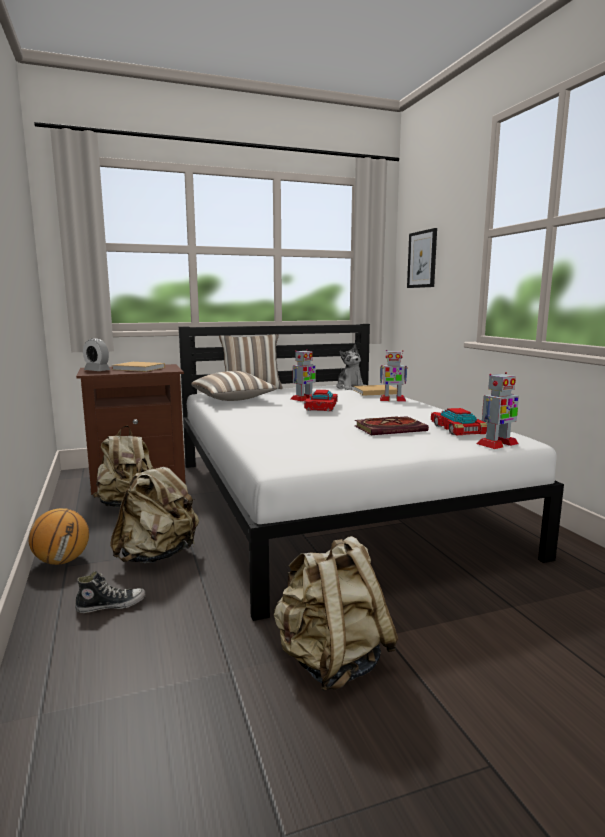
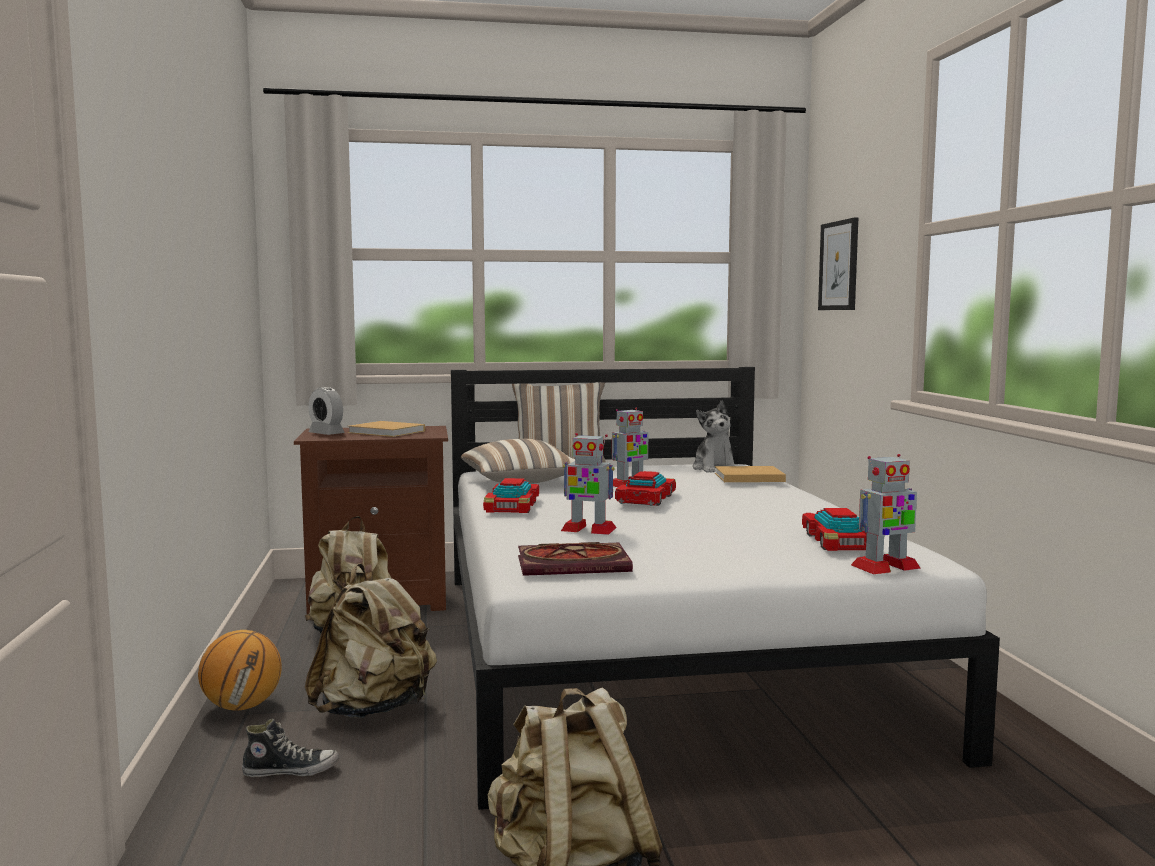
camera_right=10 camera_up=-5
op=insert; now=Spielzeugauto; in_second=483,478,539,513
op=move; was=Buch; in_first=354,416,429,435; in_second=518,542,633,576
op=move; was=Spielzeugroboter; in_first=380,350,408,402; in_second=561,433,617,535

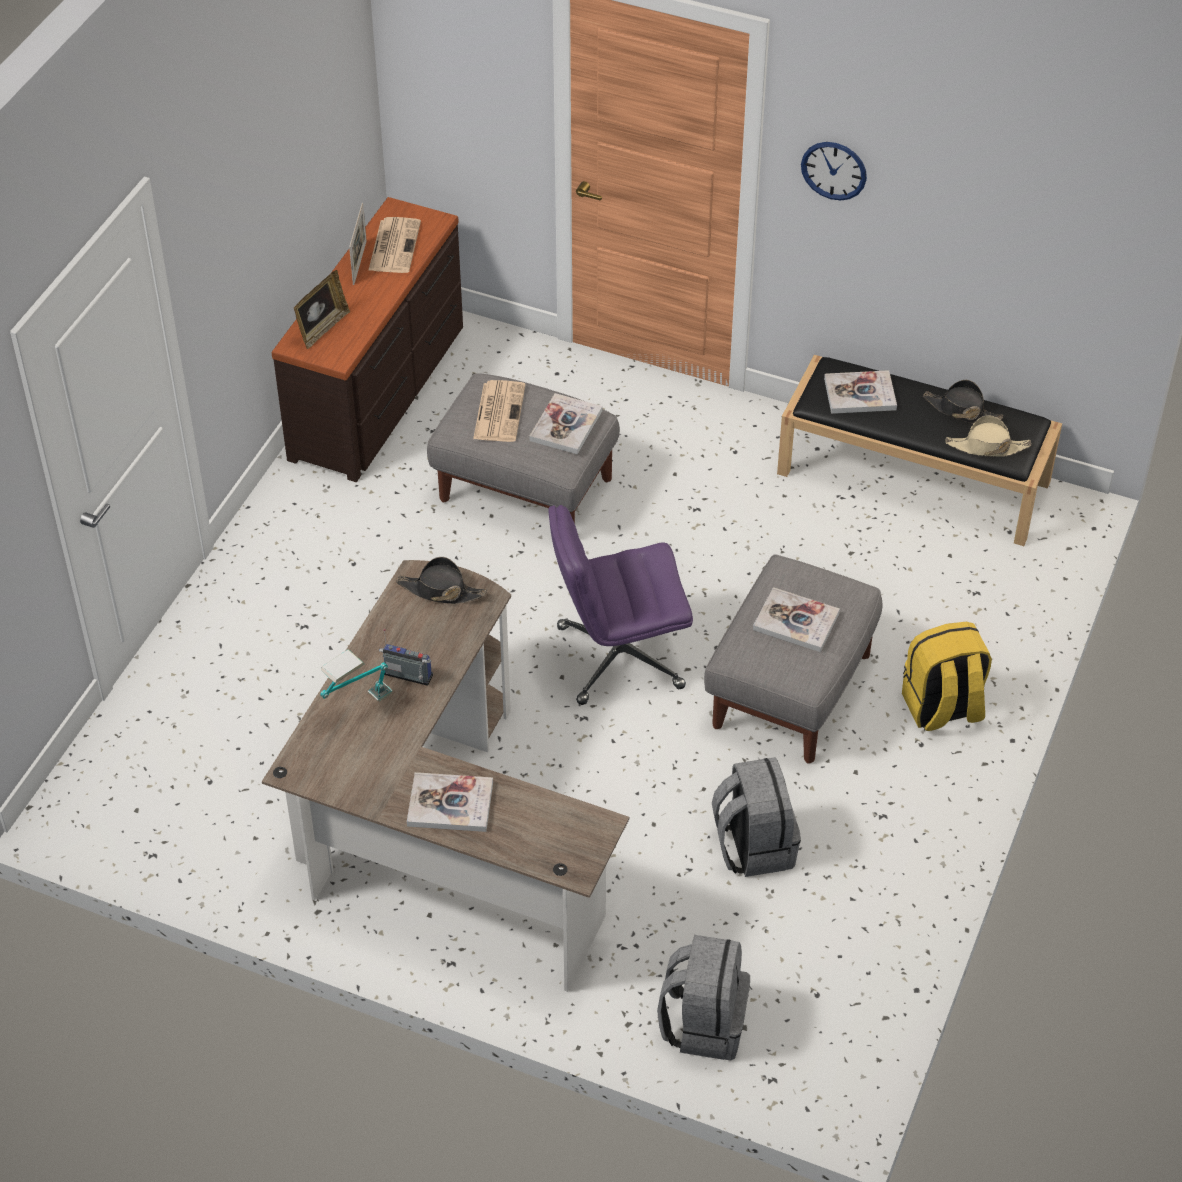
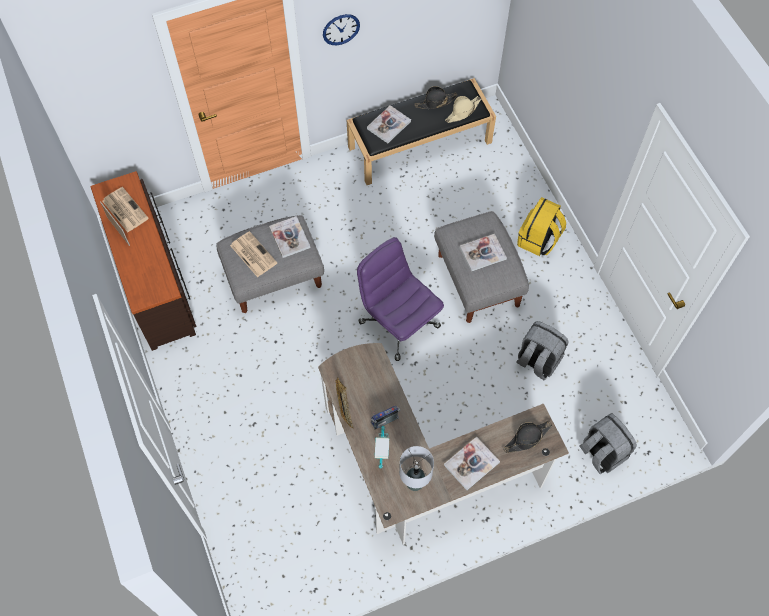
camera_right=-45 camera_up=15
op=move; was=Bilderrahmen; in_first=294,270,350,349; in_second=335,377,354,429
op=rotate; was=Bürostuhl (lila); in_first=548,505,693,705; in_second=357,237,444,361; clockwise=105
op=insert; now=Tischlampe (grau); in_second=399,446,434,491
op=move; was=Hut (schwarz); in_first=396,557,487,604; in_second=503,421,552,453

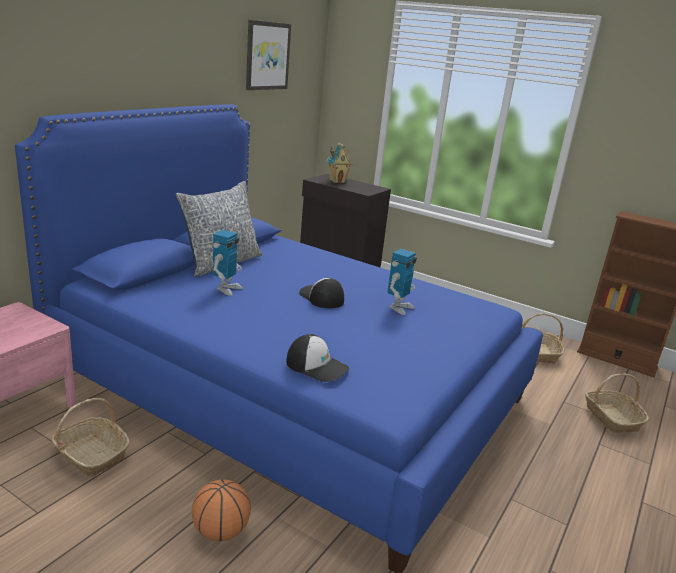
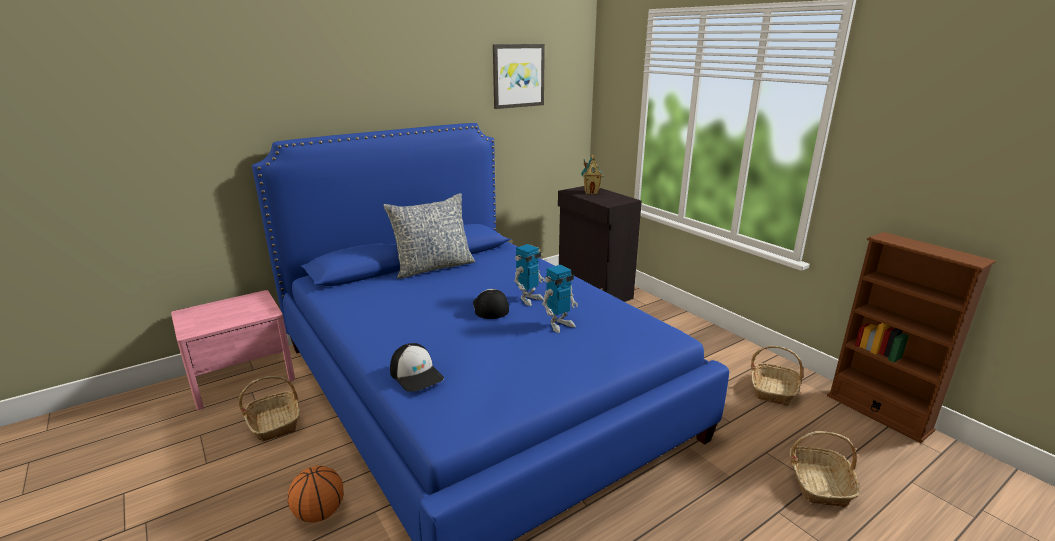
camera_right=25 camera_up=0
op=move; was=Spielzeugroboter; in_first=213,230,243,296; in_second=514,244,545,306

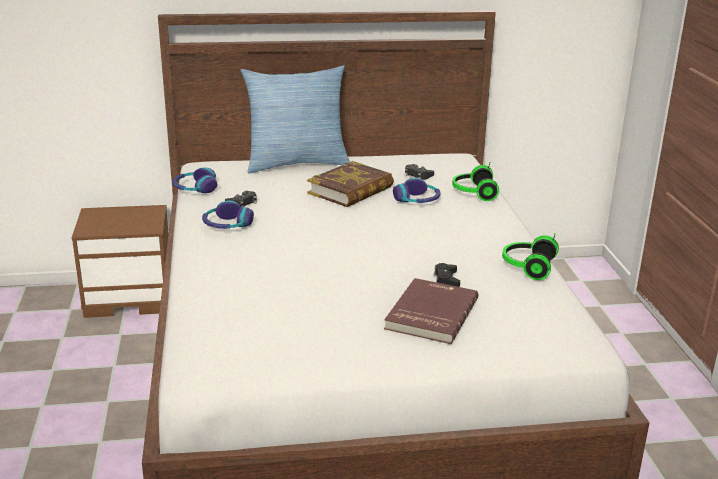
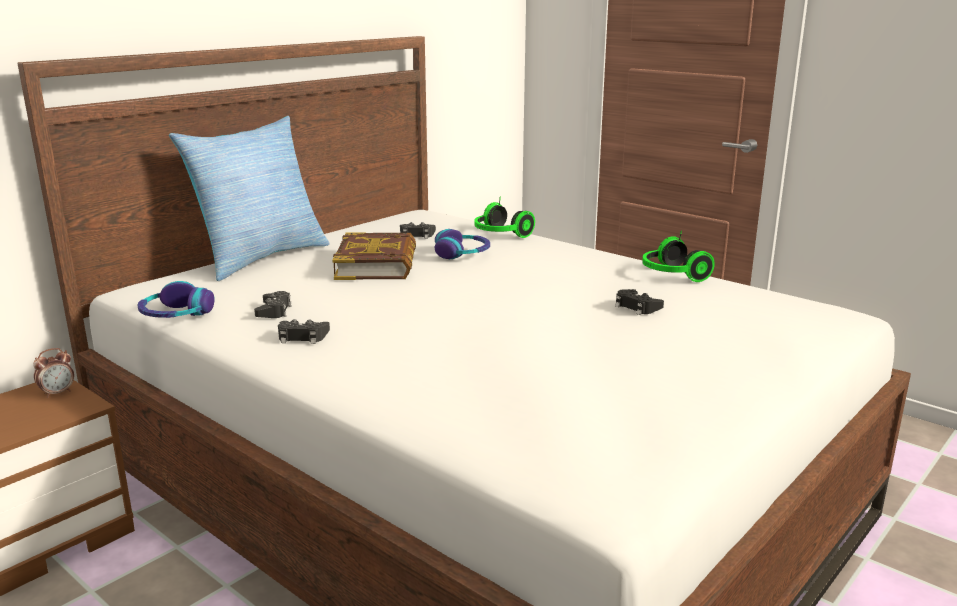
camera_right=-40 camera_up=-5
op=insert; now=Wecker; in_second=33,348,74,398
op=replace; was=Kopfhörer; now=Gamepad (schwarz); in_first=202,201,254,229; in_second=278,319,330,344
op=delete; was=Buch (rot); in_first=384,278,478,344

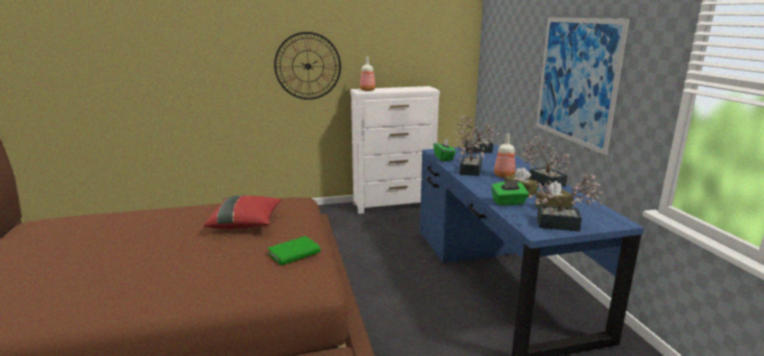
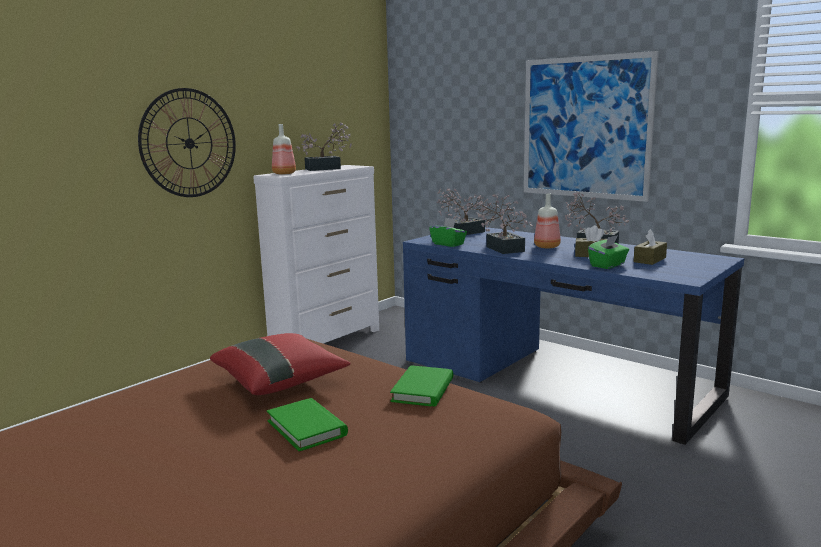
camera_right=-35 camera_up=-5
op=insert; now=Buch (grün); in_second=267,398,348,451
op=move; was=Topfpflanze; in_first=529,175,603,232; in_second=296,123,352,171

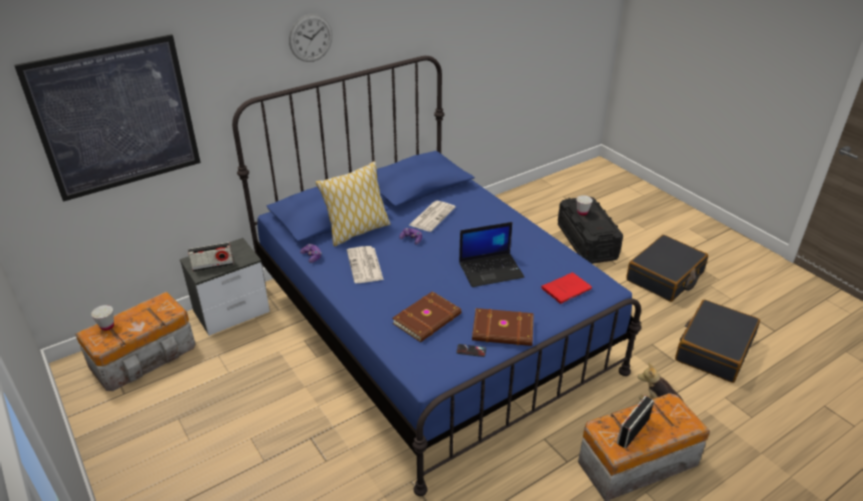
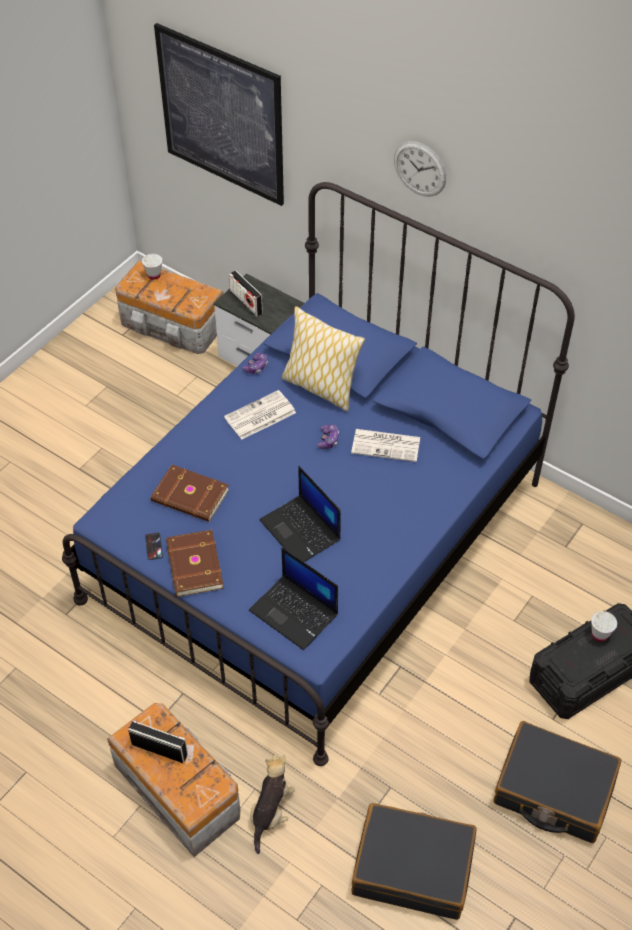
camera_right=70 camera_up=15
op=replace; was=Buch (rot); now=Laptop; in_first=541,272,592,304; in_second=249,547,338,650

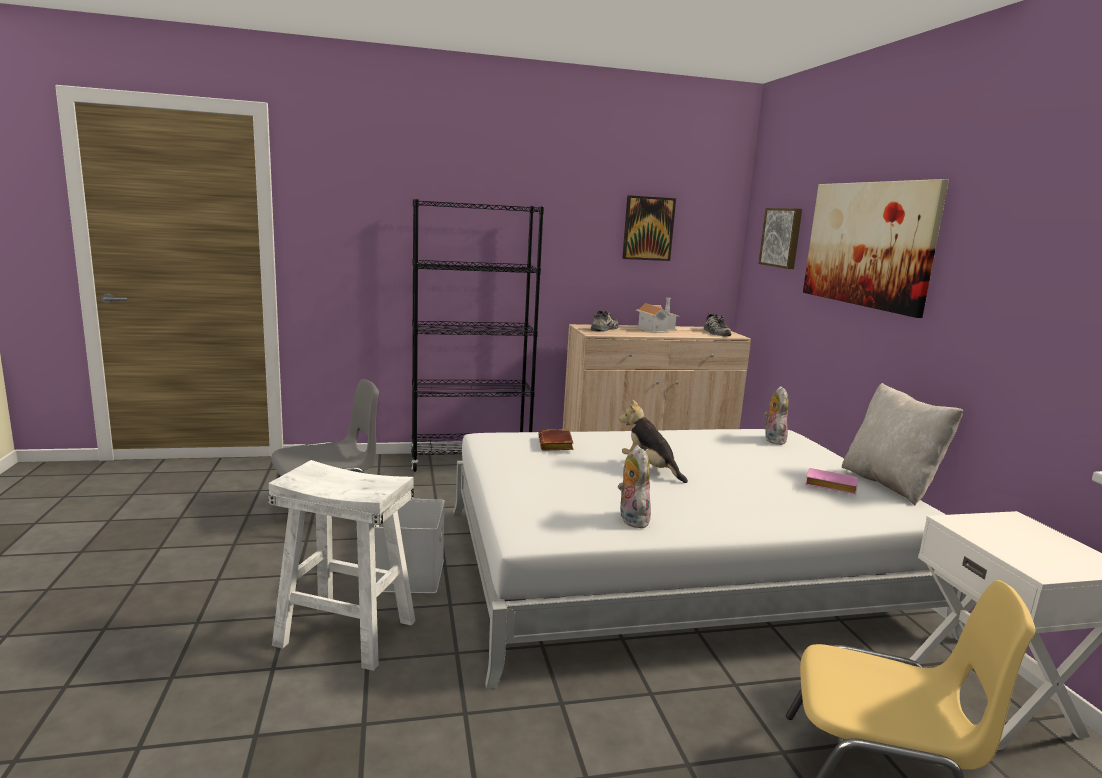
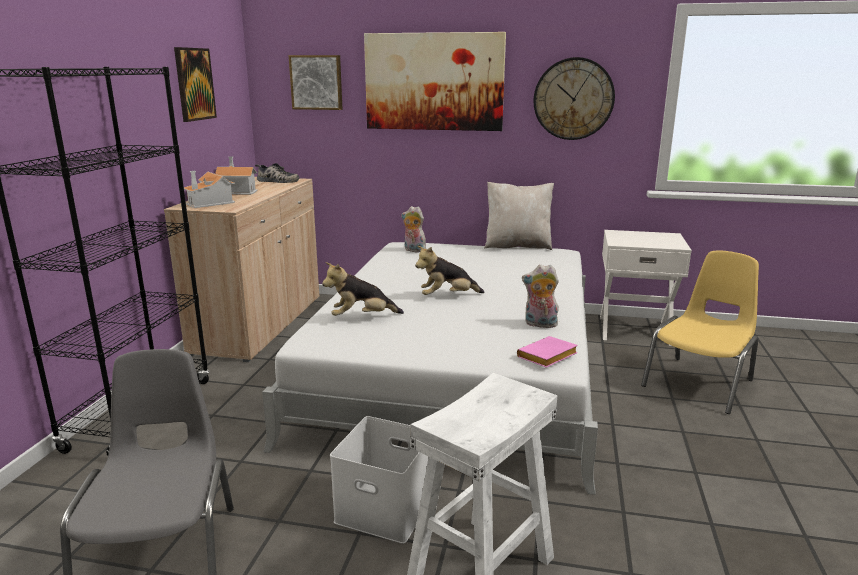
camera_right=-65 camera_up=5
op=replace; was=Schuh; now=Spielzeughaus; in_first=591,310,618,332; in_second=184,171,235,208
op=replace; was=Buch (braun); now=Plüschtier; in_first=538,429,573,451; in_second=322,262,404,316
op=move; was=Buch (rosa); in_first=805,468,858,494; in_second=517,336,578,368
op=insert; now=Wanduhr; in_second=533,57,615,140

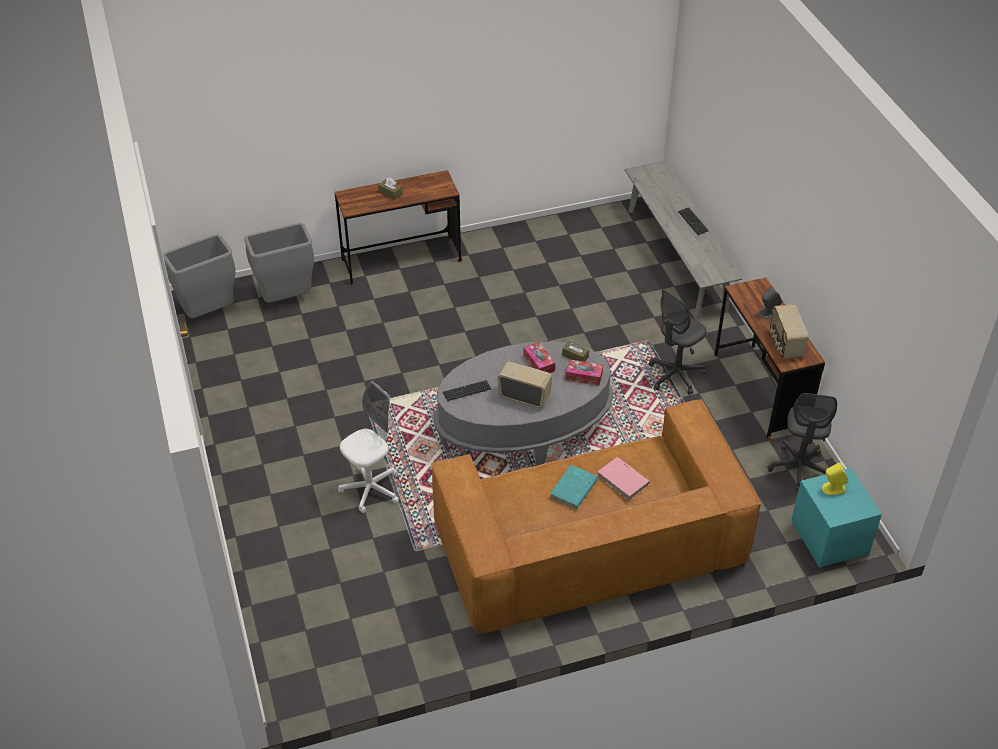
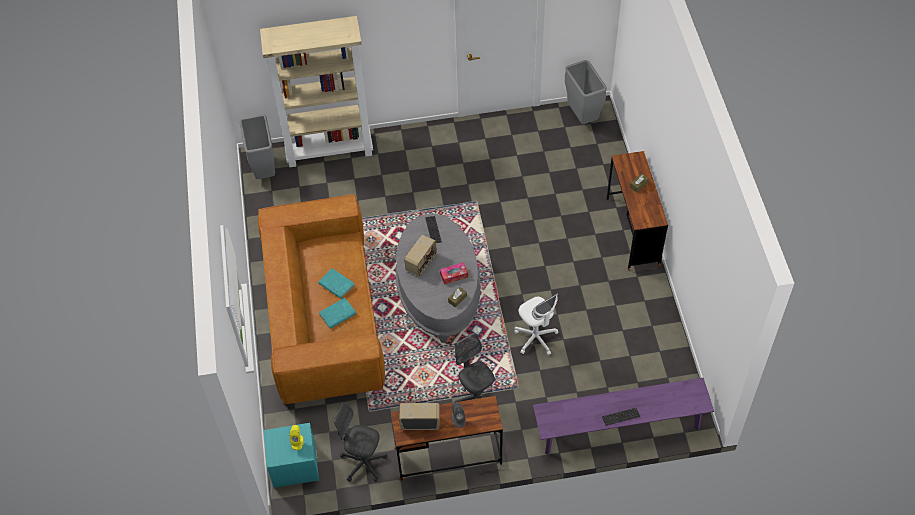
camera_right=100 camera_up=10
op=move; was=Mülleimer (grau); in_first=244,223,314,303; in_second=240,114,275,179
op=insert; now=Bücherregal (beige); in_second=260,16,373,167
op=recolor; was=Buch (rosa); now=Buch (türkis); in_first=597,457,650,501; in_second=319,298,356,329
op=move; was=Bürostuhl (weiß); in_first=338,381,399,513; in_second=514,293,559,355
op=recolor; was=Bank (grau); now=Bank (lila); in_first=625,161,743,319; in_second=533,378,714,455
op=delete; was=Taschentuchbox; in_first=565,359,603,386

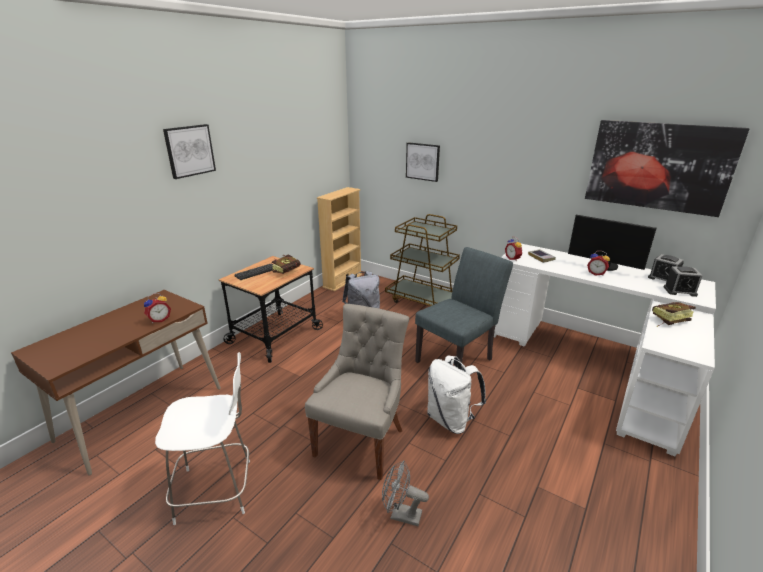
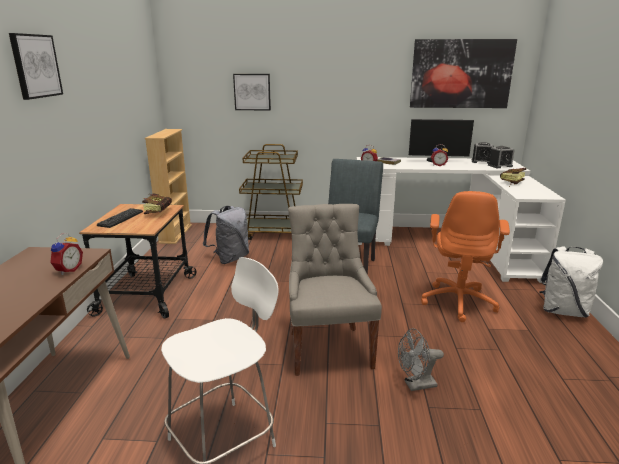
camera_right=-30 camera_up=-5
op=insert; now=Bürostuhl (orange); in_second=421,191,510,322
op=move; was=Rucksack (weiß); in_first=427,355,486,434; in_second=539,246,603,317

